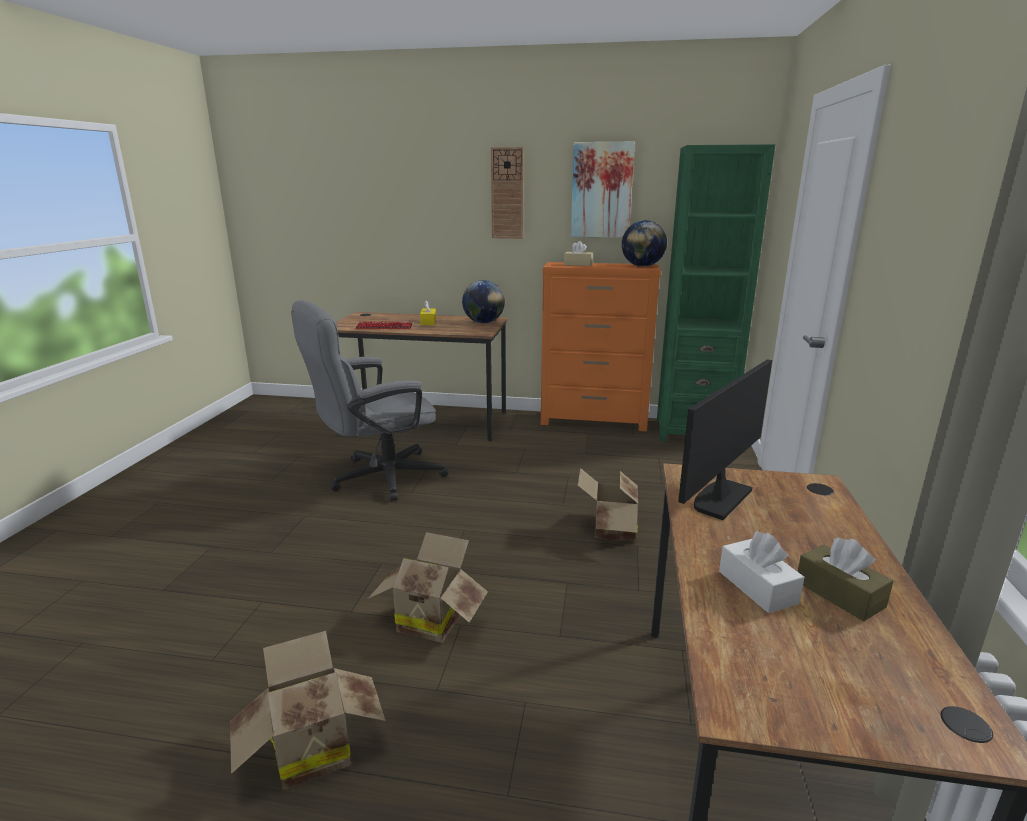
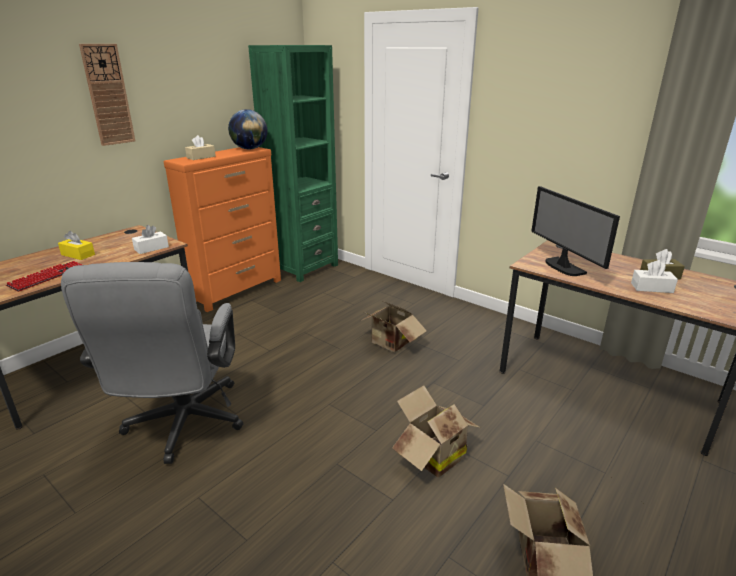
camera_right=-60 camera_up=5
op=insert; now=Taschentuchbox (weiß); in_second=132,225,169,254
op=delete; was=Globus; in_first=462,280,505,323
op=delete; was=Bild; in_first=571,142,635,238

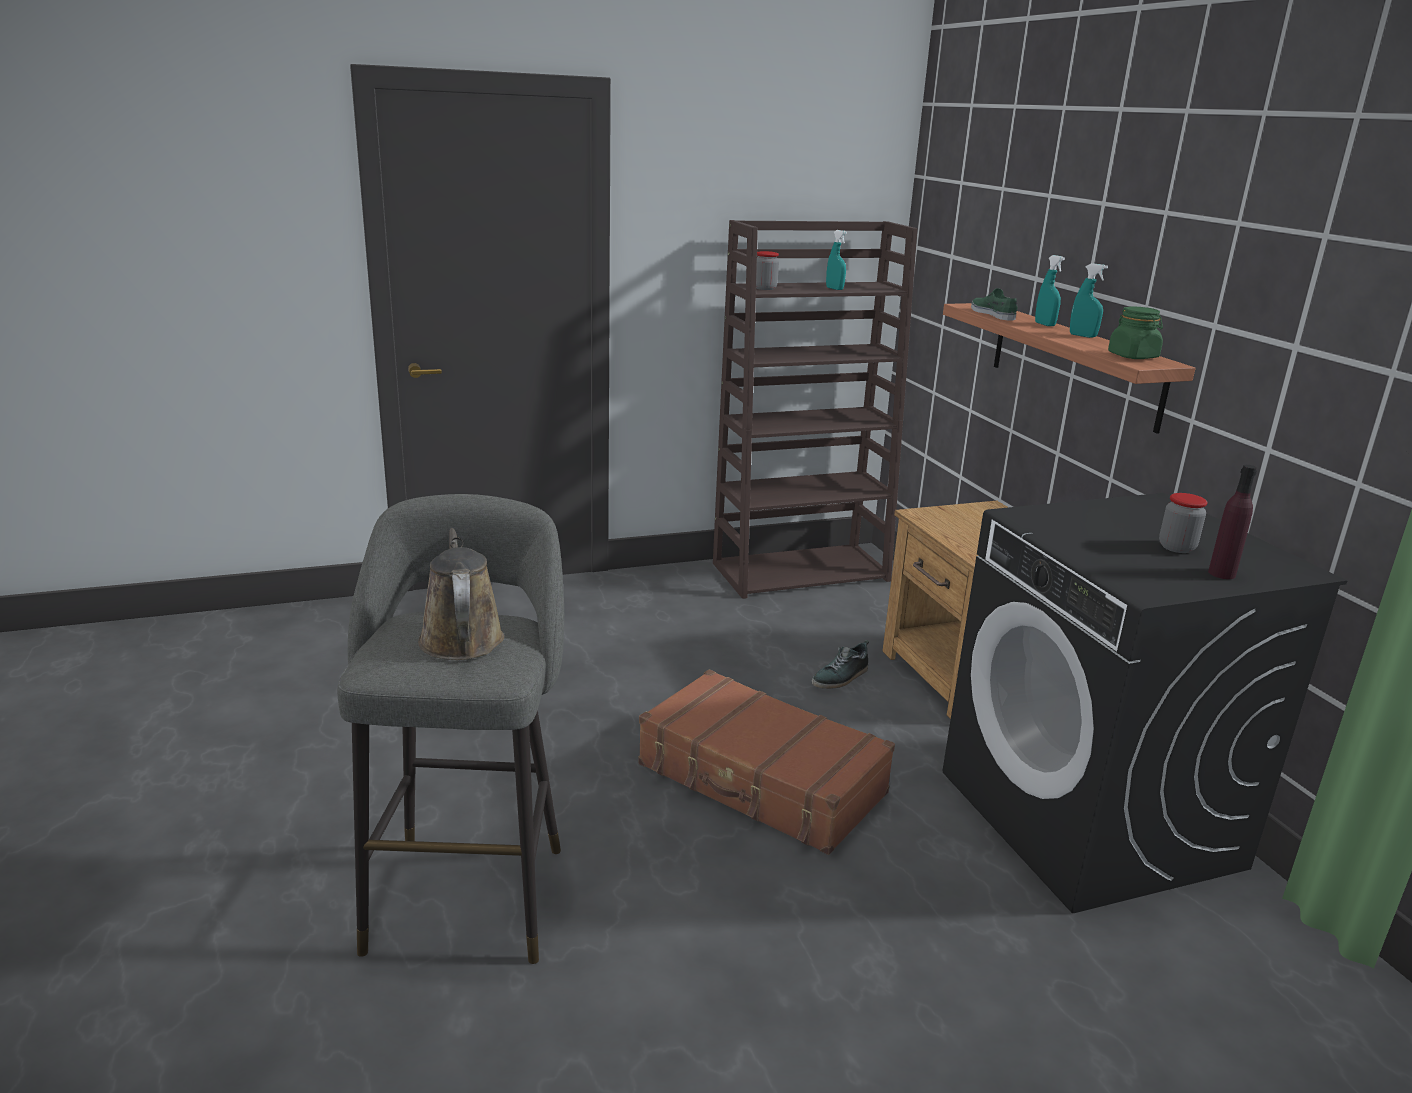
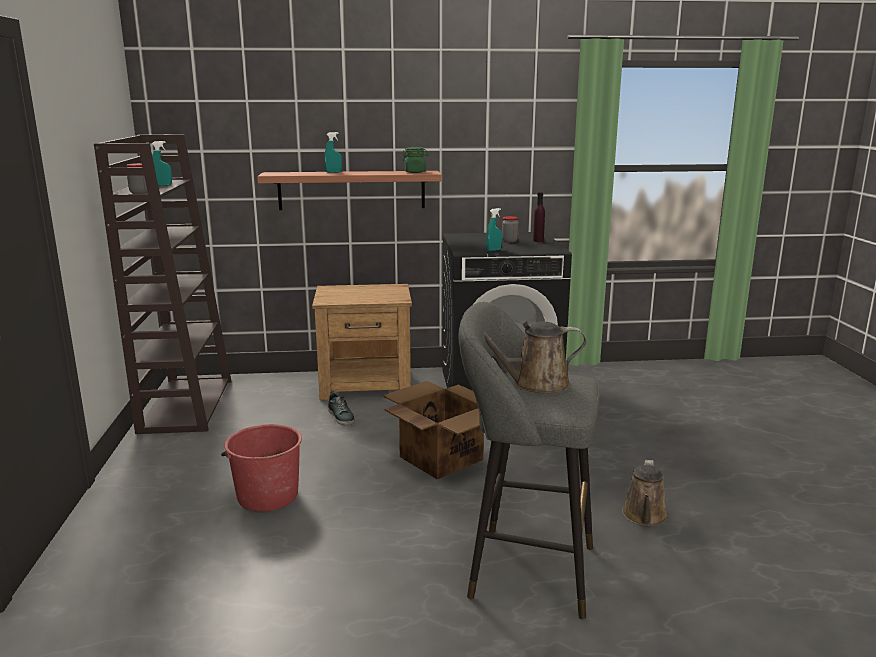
camera_right=-75 camera_up=-5
op=insert; now=Eimer (rot); in_second=221,424,302,511
op=replace; was=Koffer (braun); now=Karton; in_first=638,669,895,855; in_second=383,381,484,479
op=move; was=Sprühflasche (türkis); in_first=1070,263,1108,338; in_second=486,208,502,251
op=insert; now=Gießkanne (braun); in_second=622,460,668,526
op=delete; was=Schuh (grün); in_first=971,288,1018,321

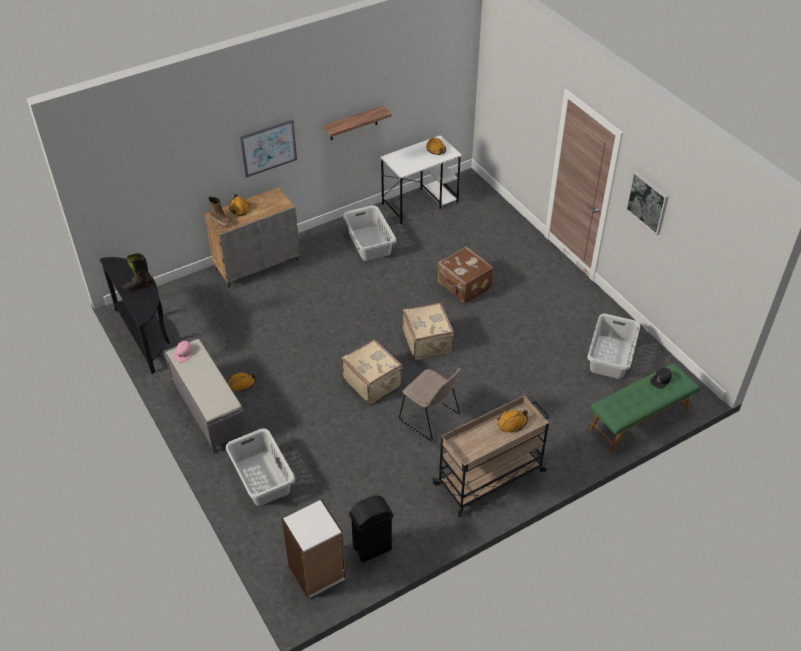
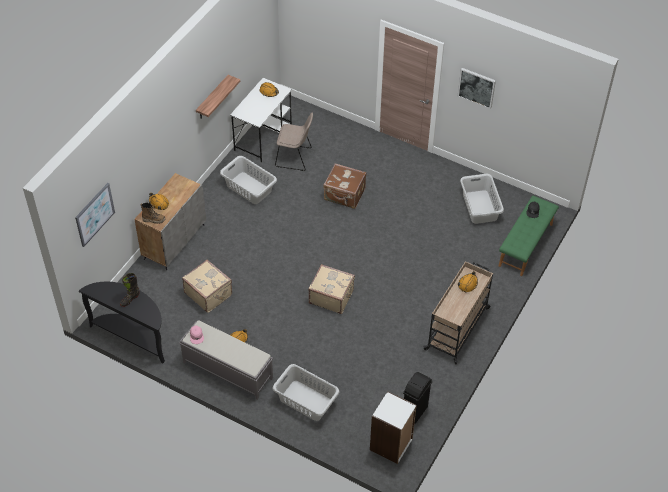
camera_right=-30 camera_up=5
op=move; was=Bild; in_first=240,119,297,178; in_second=75,183,115,247
op=move; was=Koffer (beige); in_first=403,302,454,360; in_second=182,260,232,313
op=move; was=Stuhl (beige); in_first=399,368,461,441; in_second=275,113,313,171

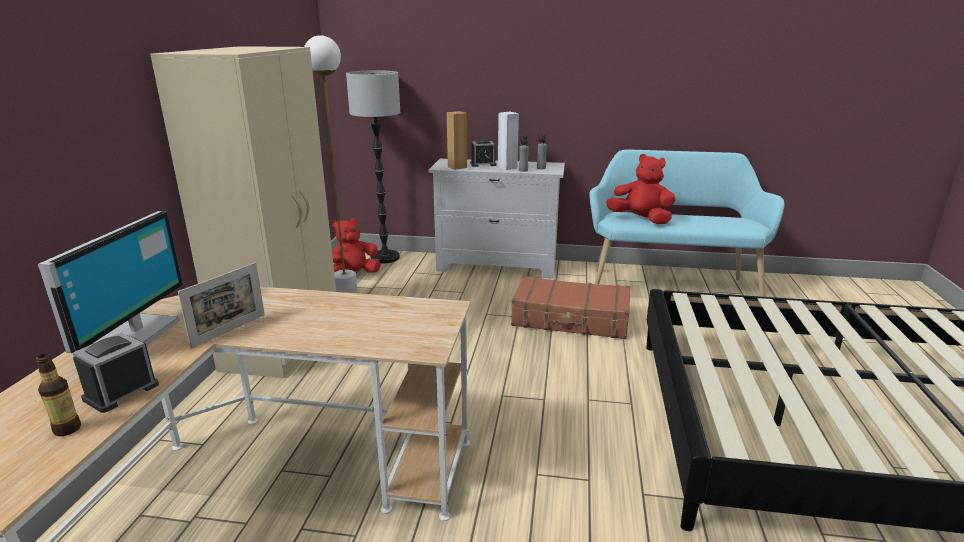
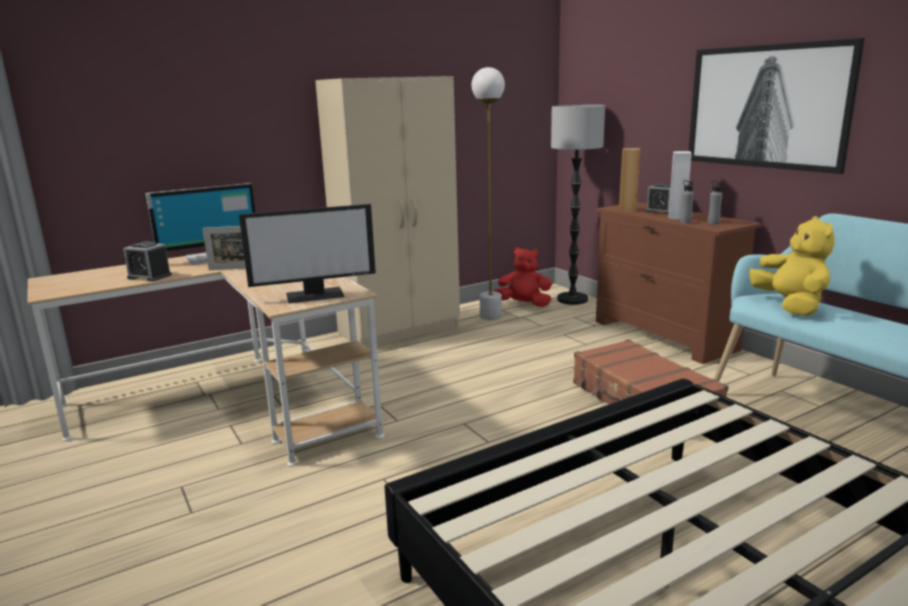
camera_right=50 camera_up=-5
op=rotate; was=Wecker; in_first=73,332,159,413; in_second=123,241,172,282; clockwise=-150
op=insert; now=Monitor; in_second=239,204,376,303
op=recolor; was=Kommode (weiß); now=Kommode (braun); in_first=428,159,565,279; in_second=596,202,762,364
op=insert; now=Bild; in_second=689,38,865,174
op=recolor; was=Plüschtier (rot); now=Plüschtier (gelb); in_first=606,154,676,224; in_second=749,216,834,316
op=delete; was=Flasche; in_first=36,354,81,436

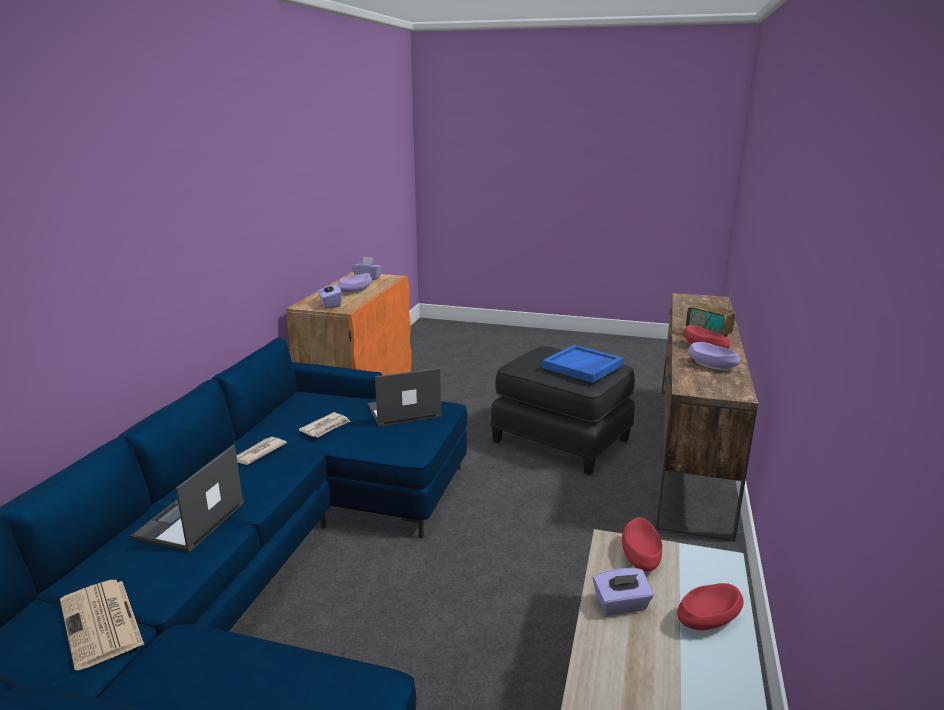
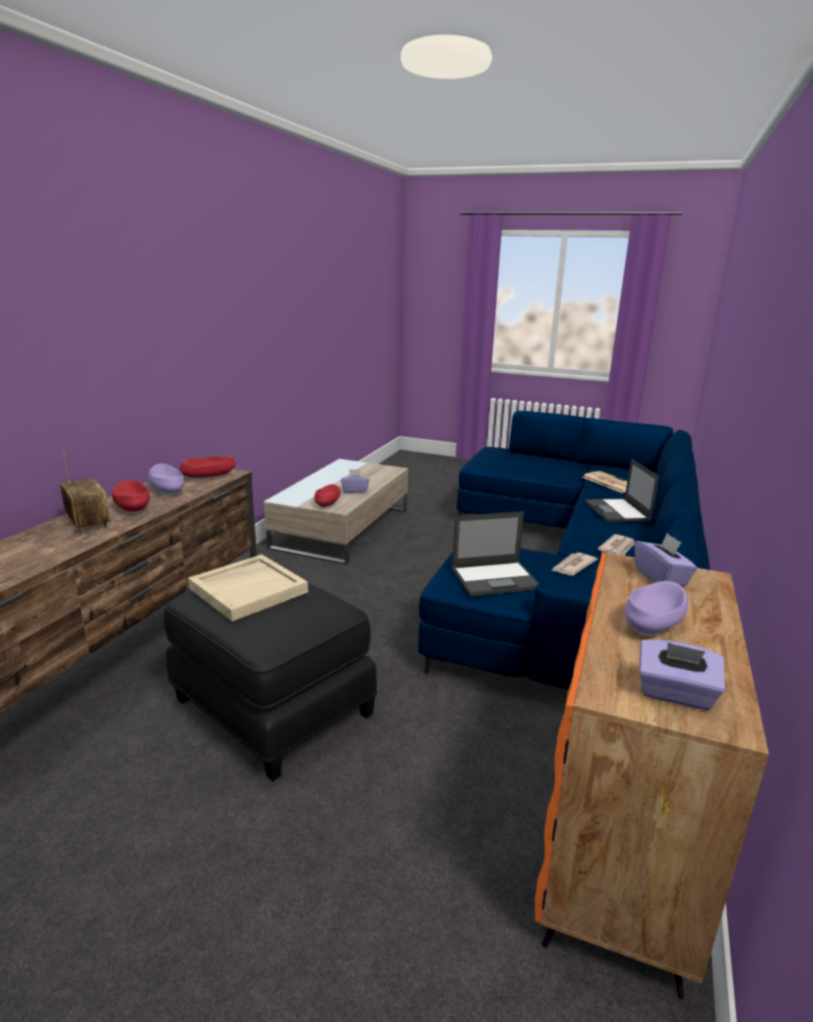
camera_right=-175 camera_up=0
op=move; was=Schüssel (rot); in_first=677,583,744,631; in_second=179,456,236,480
op=recolor; was=Tablett (blau); now=Tablett (beige); in_first=542,345,624,383; in_second=188,554,308,622
op=rotate; was=Laptop; in_first=130,444,244,552; in_second=585,459,659,522; clockwise=150

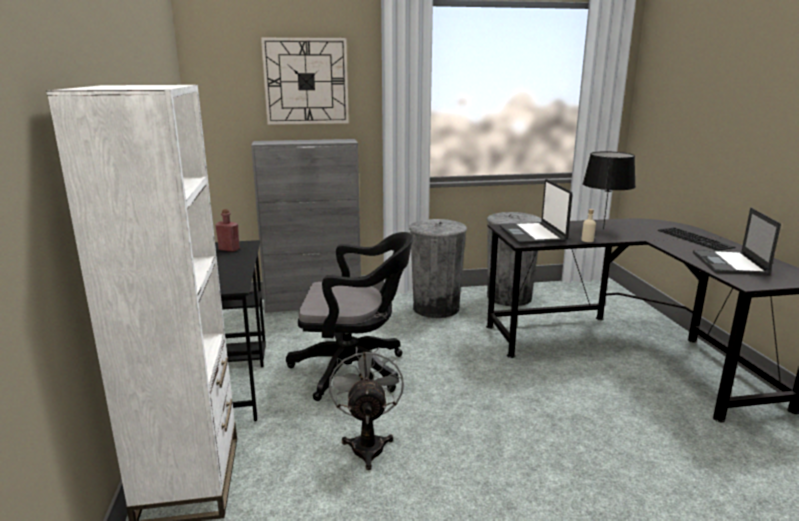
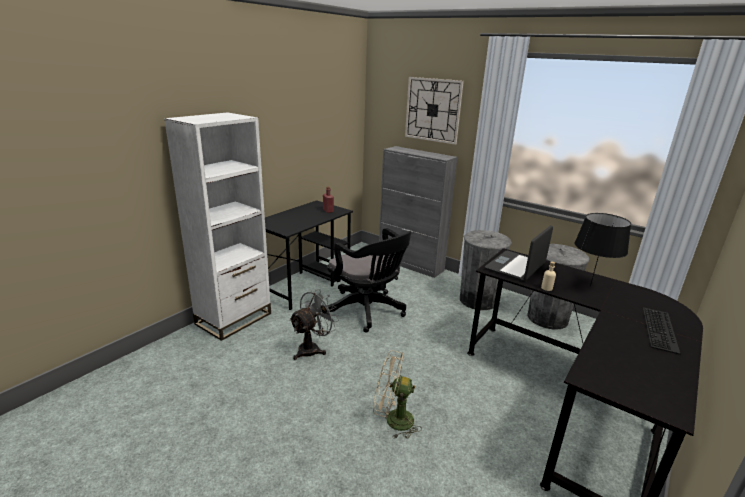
camera_right=45 camera_up=5
op=insert; now=Ventilator (beige); in_second=373,350,422,439
op=delete; was=Laptop; in_first=693,207,781,275

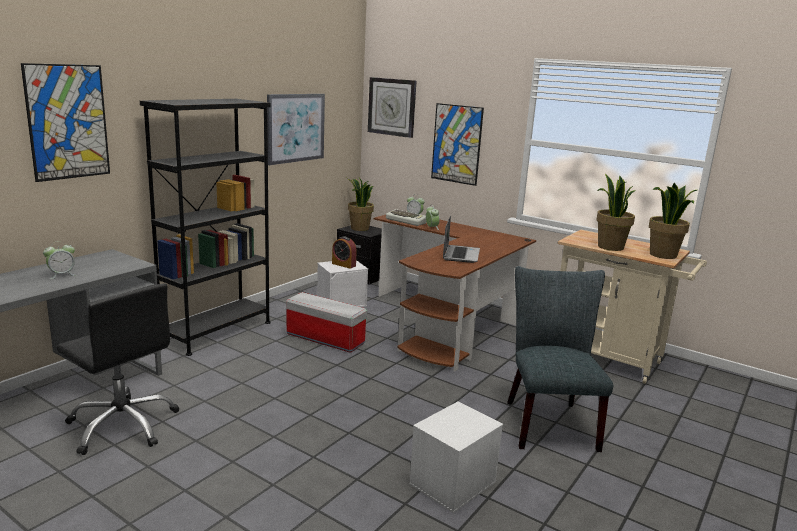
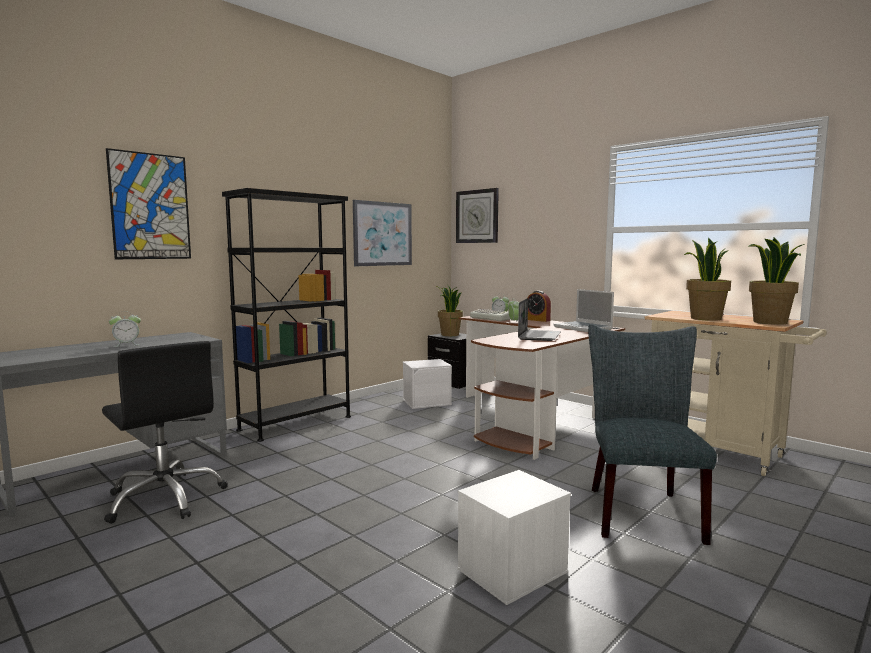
camera_right=10 camera_up=-10
op=move; was=Wecker; in_first=332,236,357,269; in_second=527,291,551,322
op=insert; now=Laptop; in_second=553,289,614,332
op=delete; was=Aufbewahrungsbox; in_first=286,292,367,352
op=delete; was=Bild; in_first=431,103,484,186

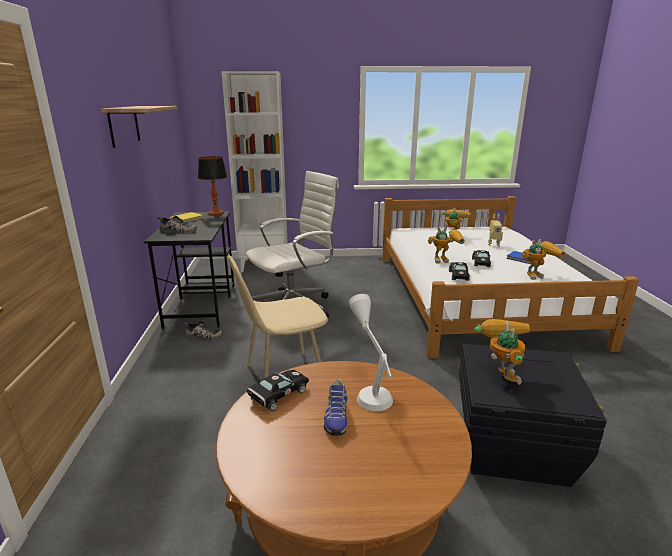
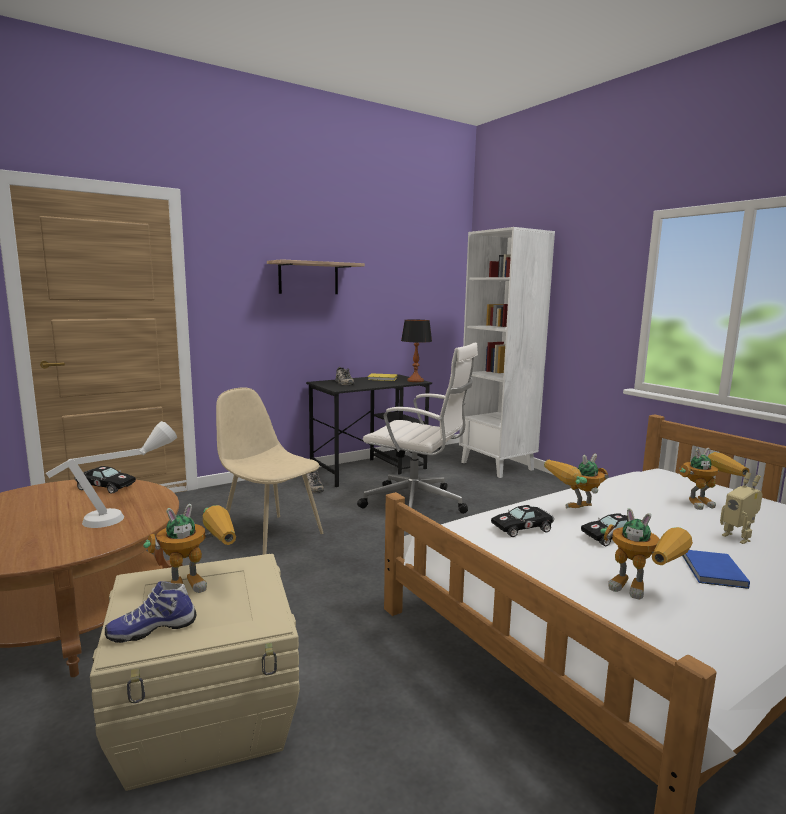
camera_right=60 camera_up=-10
op=recolor; was=Aufbewahrungsbox (schwarz); now=Aufbewahrungsbox (beige); in_first=459,344,607,487; in_second=90,554,300,791
op=move; was=Schuh; in_first=324,379,347,436; in_second=105,581,196,643
op=rotate; was=Spielzeugroboter; in_first=427,227,465,263; in_second=544,453,608,508; clockwise=105

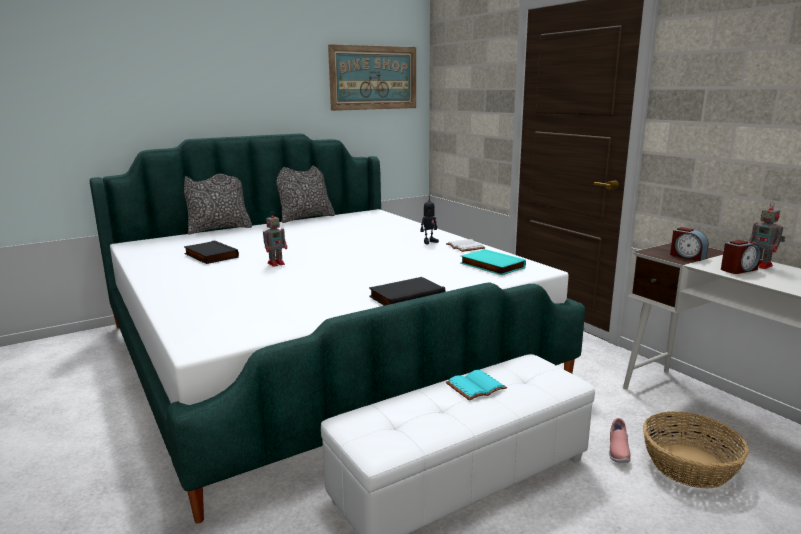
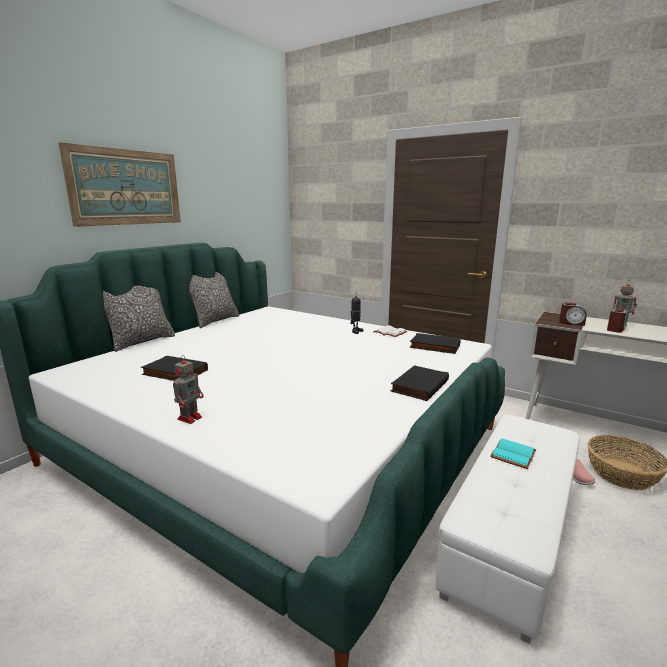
camera_right=-25 camera_up=0
op=move; was=Bild; in_first=328,44,416,111; in_second=59,142,181,227
op=move; was=Spielzeugroboter; in_first=263,211,287,267; in_second=173,355,204,424
op=recolor; was=Buch (türkis); now=Buch (schwarz); in_first=461,249,526,275; in_second=410,333,461,354

